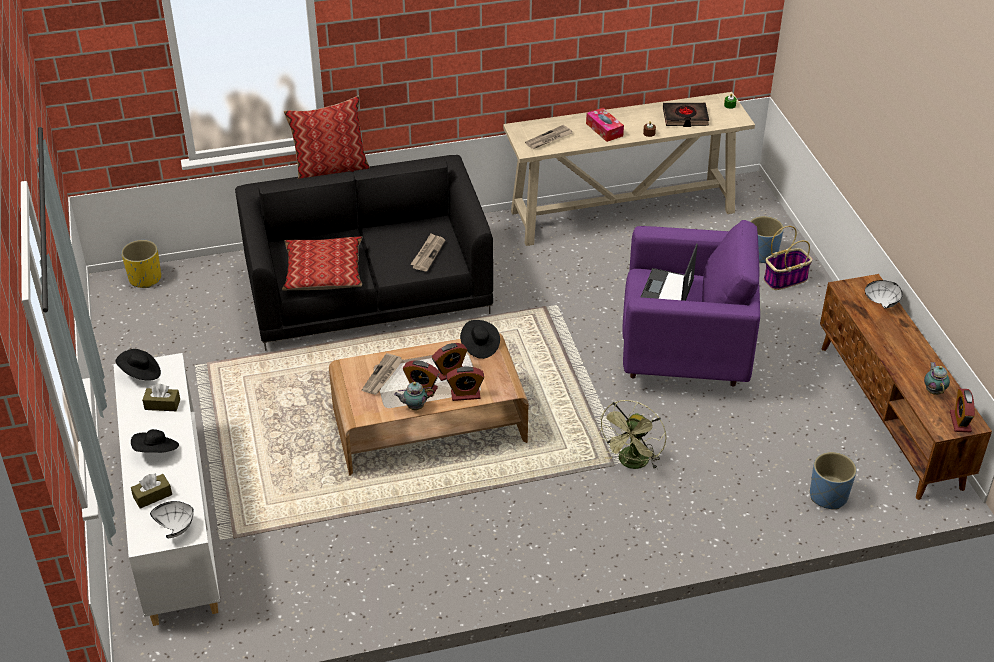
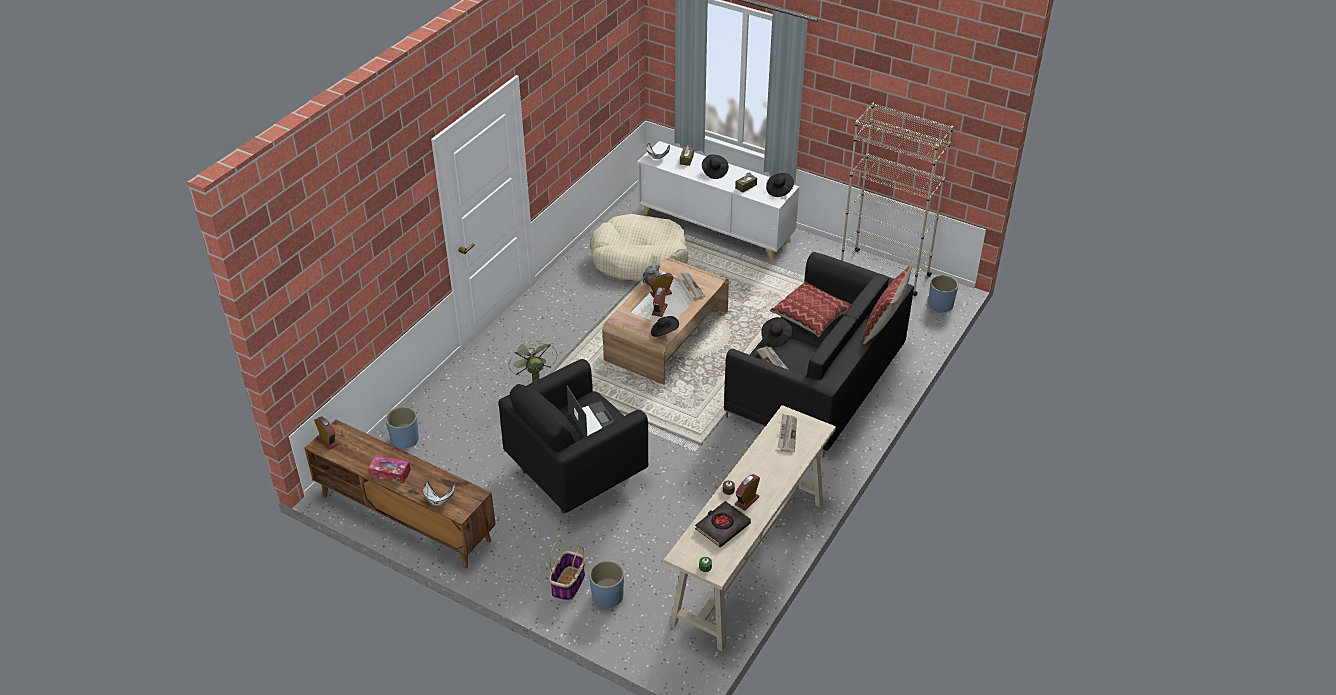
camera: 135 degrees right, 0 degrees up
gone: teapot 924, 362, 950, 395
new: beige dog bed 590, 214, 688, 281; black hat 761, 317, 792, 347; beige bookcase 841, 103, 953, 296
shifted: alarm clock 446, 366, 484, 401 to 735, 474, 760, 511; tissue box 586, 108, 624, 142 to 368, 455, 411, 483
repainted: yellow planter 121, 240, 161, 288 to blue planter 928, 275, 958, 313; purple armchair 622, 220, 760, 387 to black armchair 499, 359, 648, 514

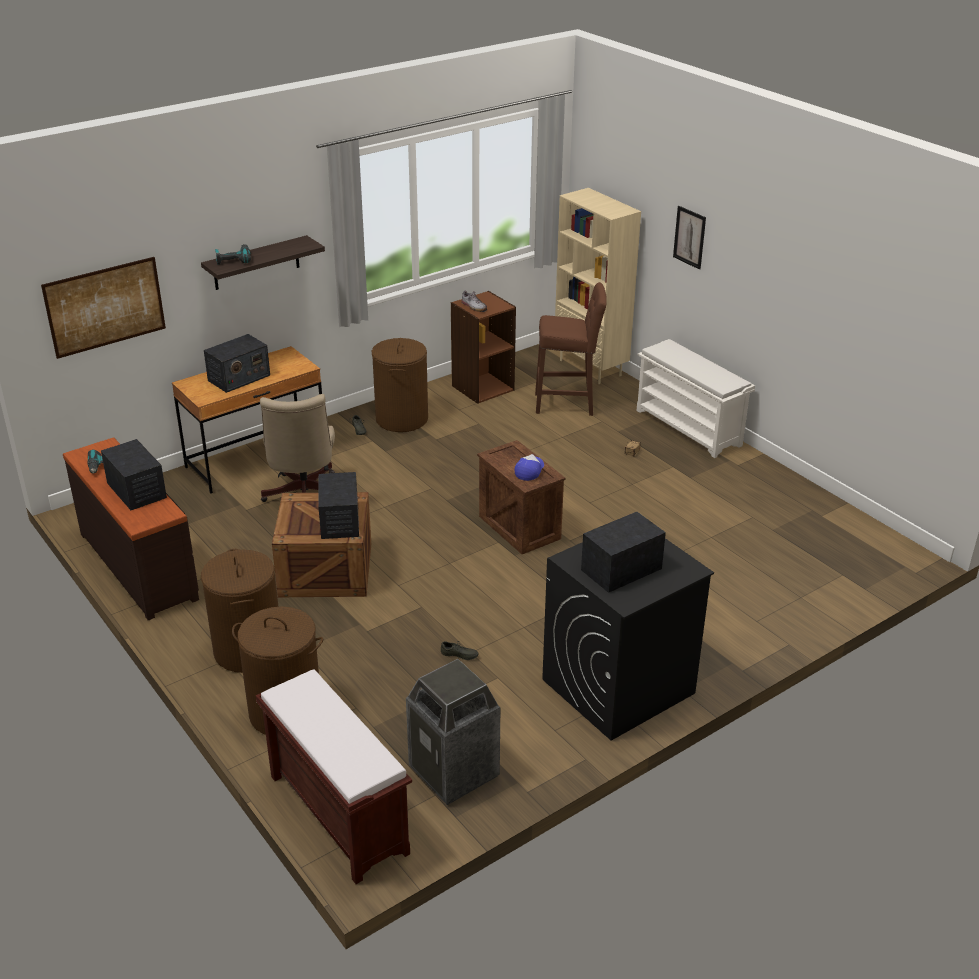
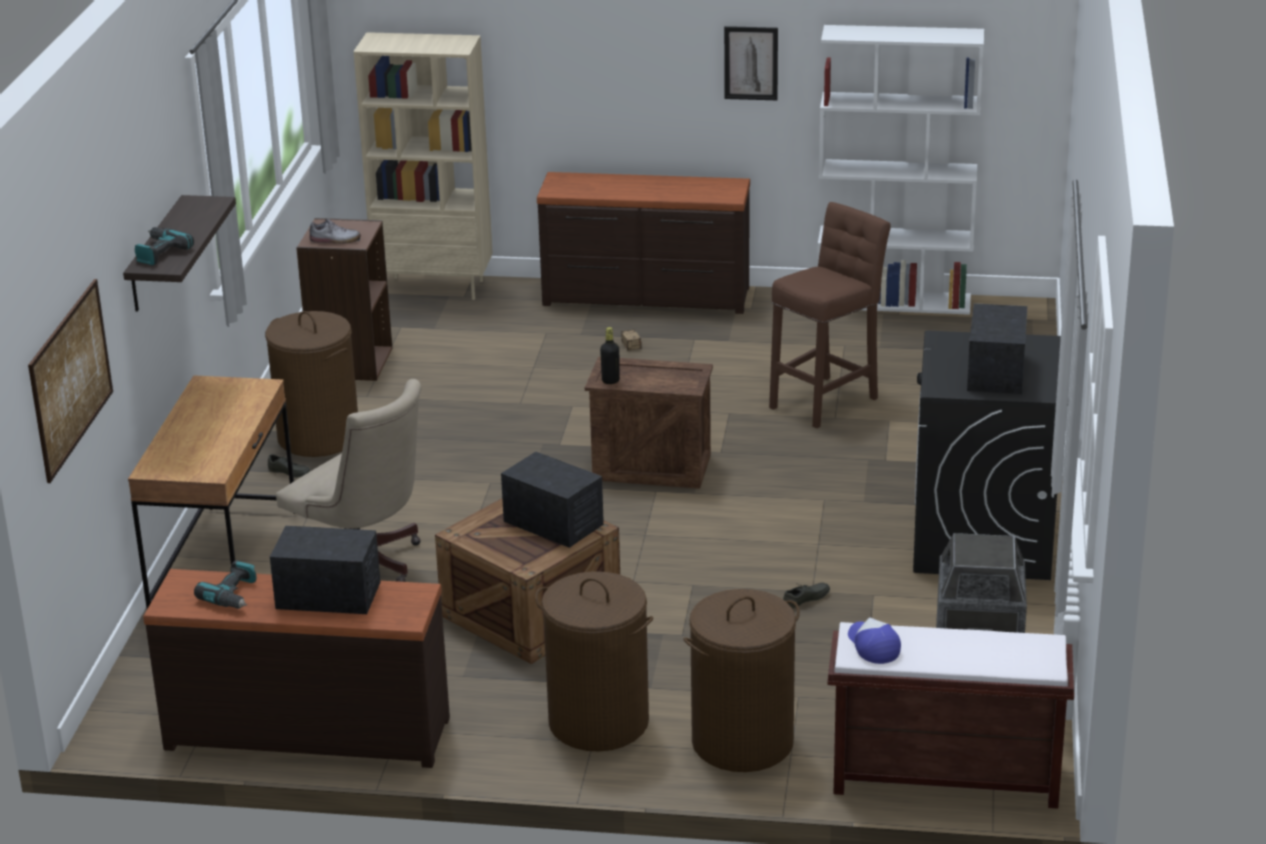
camera: 45 degrees left, 5 degrees down
gone: radio 204, 334, 270, 393
new: black bottle 600, 327, 620, 384; white bookcase 818, 25, 984, 315
shifted: cap 515, 454, 544, 481 to 848, 618, 901, 664; brown stool 535, 282, 607, 416 to 769, 202, 891, 428; picture 673, 206, 706, 269 to 724, 26, 778, 100
swapped: white shoe rack 637, 339, 755, 458 to brown dresser 537, 172, 750, 314

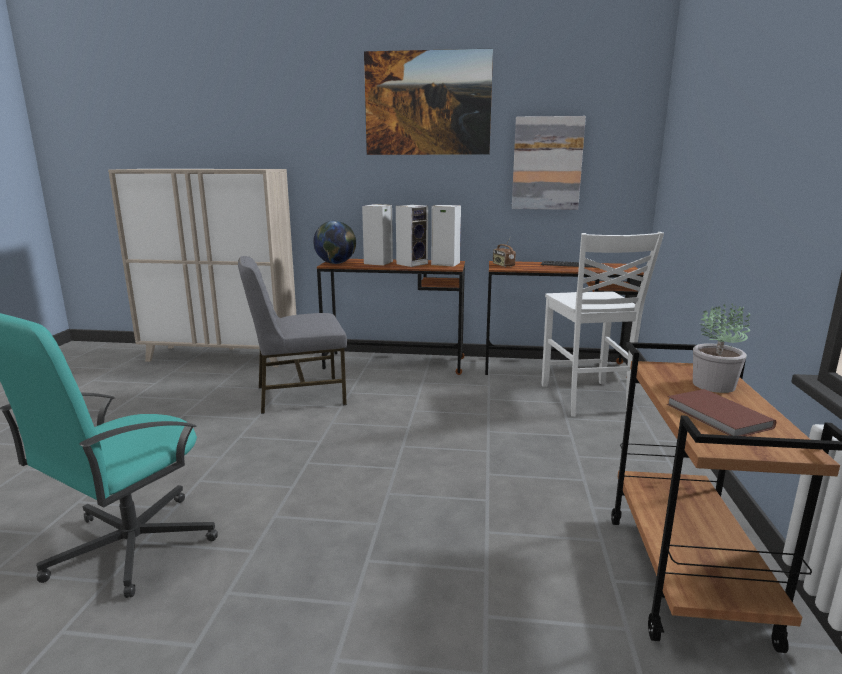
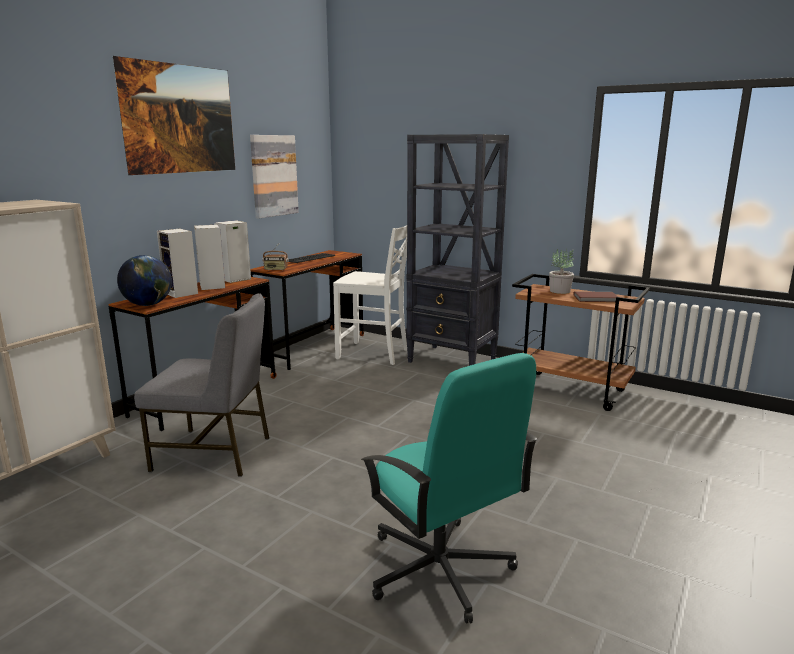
camera: 65 degrees left, 0 degrees up
new: black bookcase 406, 134, 509, 366
rotated: grey chair 238, 256, 347, 414 = 134, 293, 269, 477 90 degrees counterclockwise

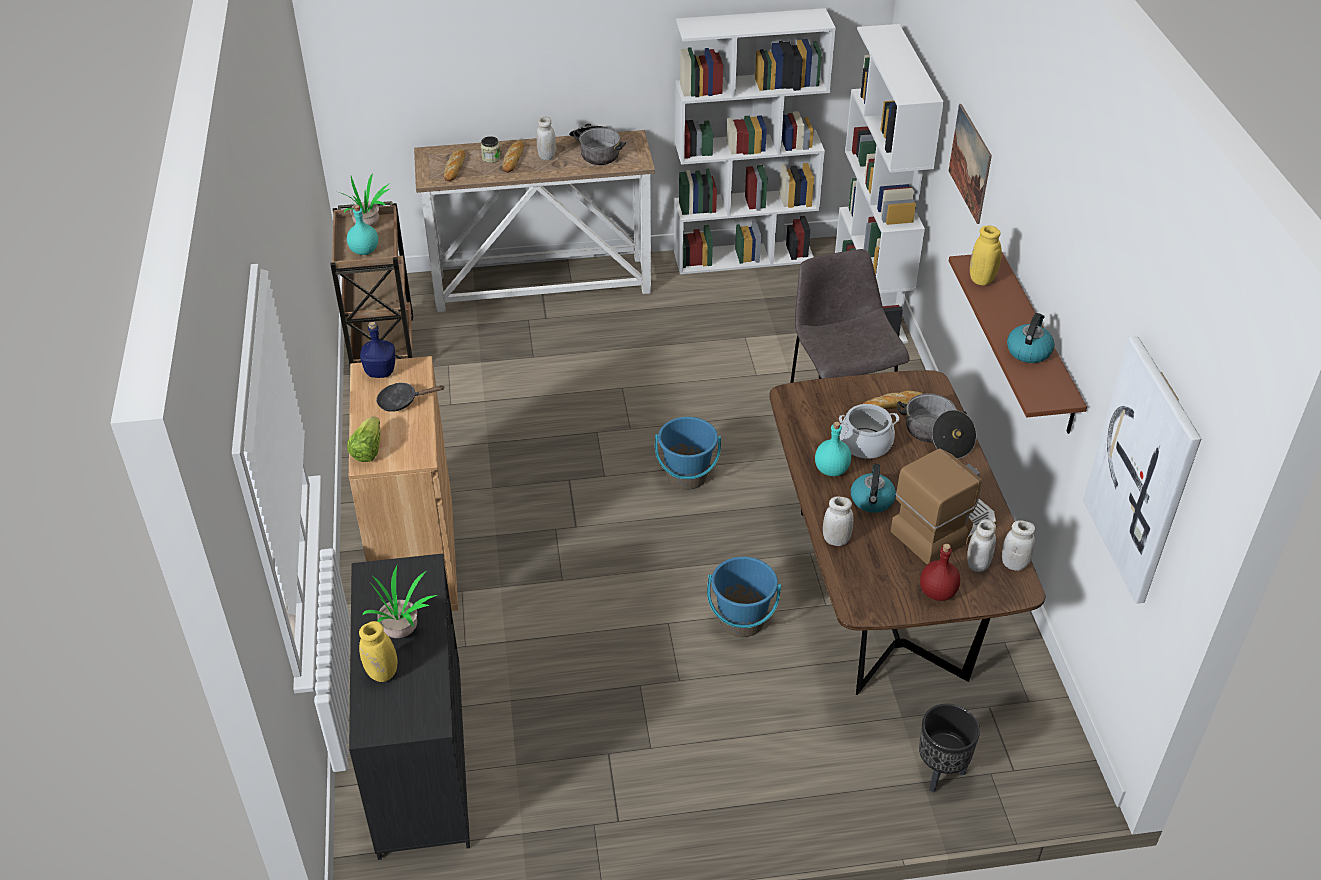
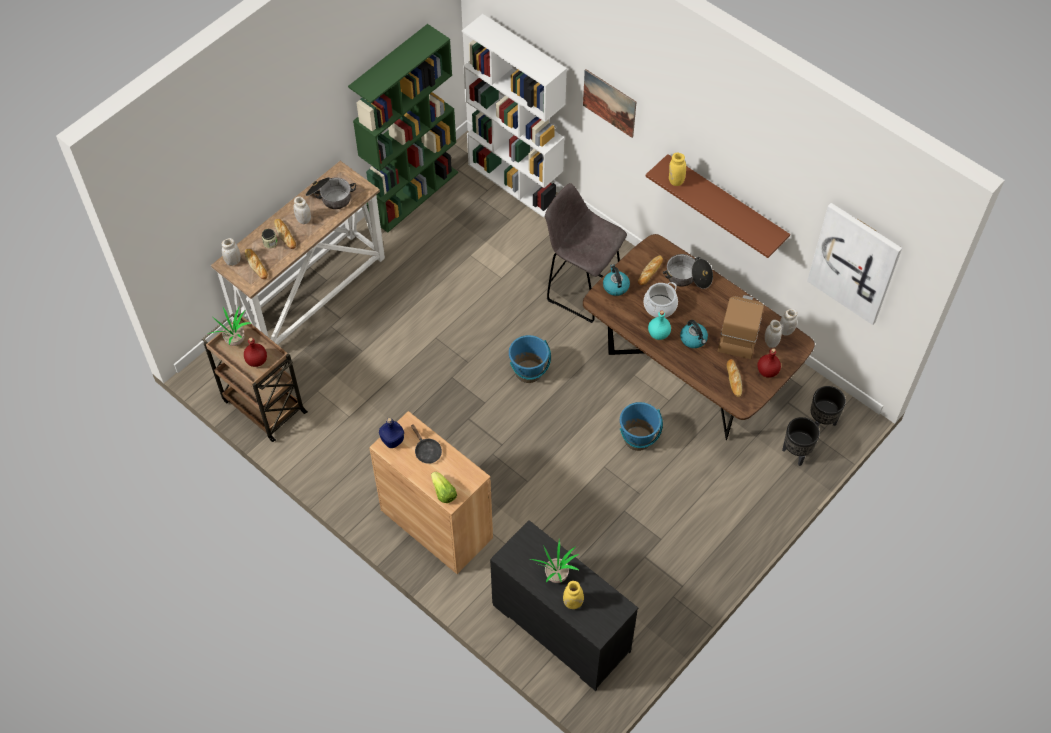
camera: 40 degrees left, 15 degrees up
new: bread 727, 359, 742, 397; black planter 811, 386, 846, 427
shifted: white jar 823, 496, 854, 546 to 222, 238, 241, 266; kettle 1007, 313, 1055, 363 to 603, 264, 630, 296
repainted: turquoise bottle 347, 205, 378, 255 to red bottle 244, 338, 267, 367; white bookcase 674, 8, 836, 274 to green bookcase 348, 24, 458, 233
rotated: black frying pan 376, 383, 444, 412 = 411, 424, 442, 464 75 degrees counterclockwise

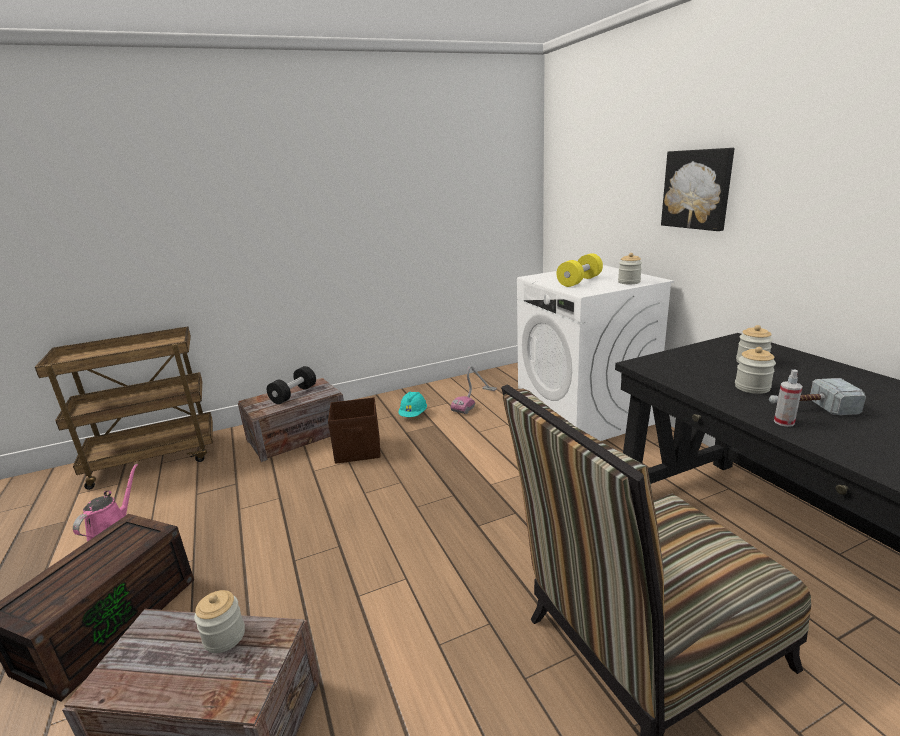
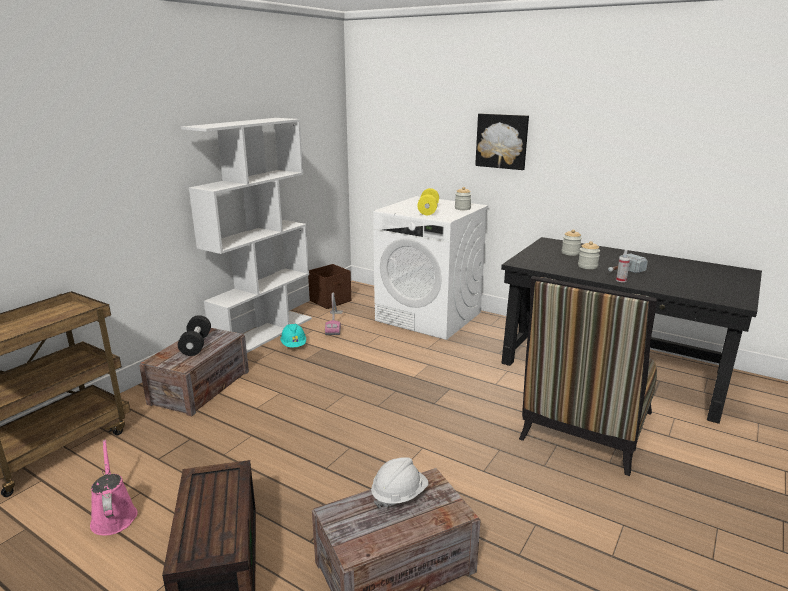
camera: 35 degrees left, 0 degrees up
new: white bookcase 181, 118, 312, 353
shifted: brown storage box 328, 397, 381, 464 to 308, 264, 351, 309
swapped: jar 194, 590, 245, 653 to white hard hat 371, 457, 429, 509

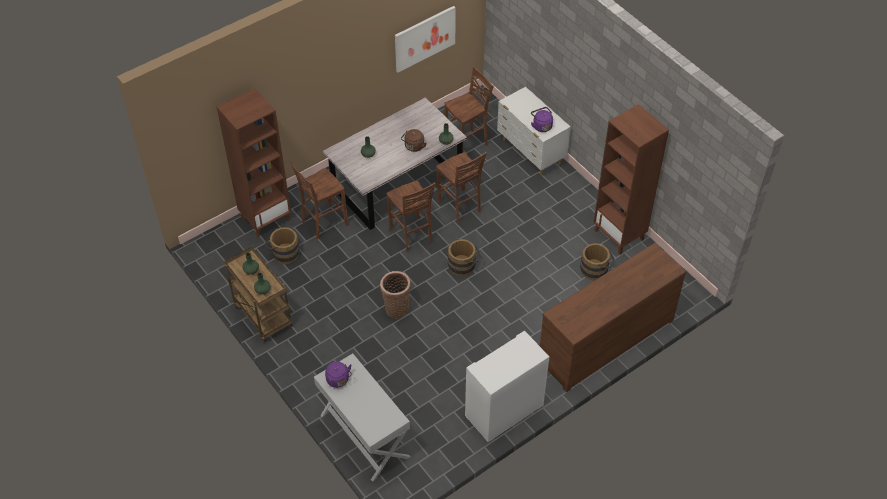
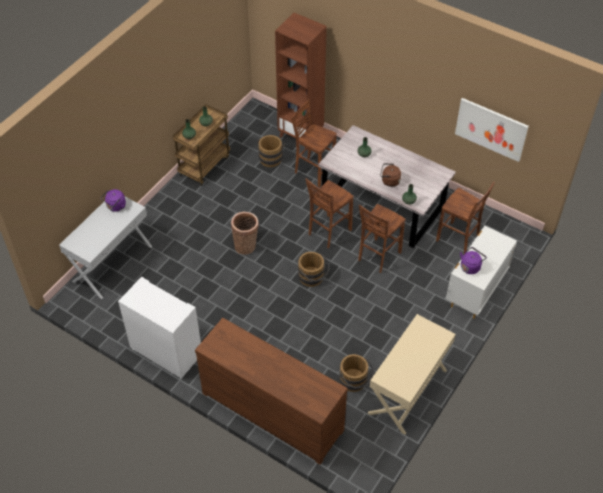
camera: 70 degrees right, 0 degrees up
swapped: brown bookcase 593, 104, 669, 255 to beige console table 367, 314, 456, 435

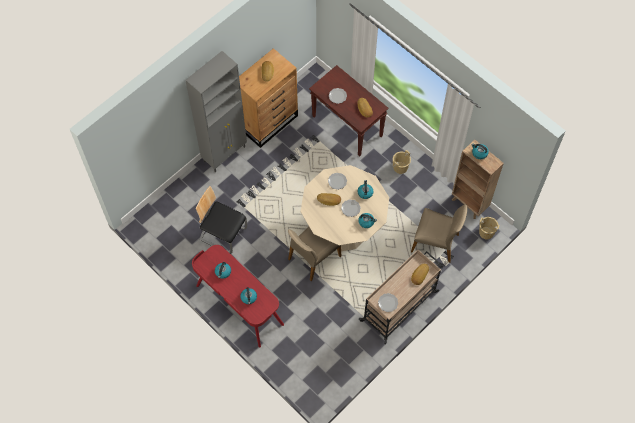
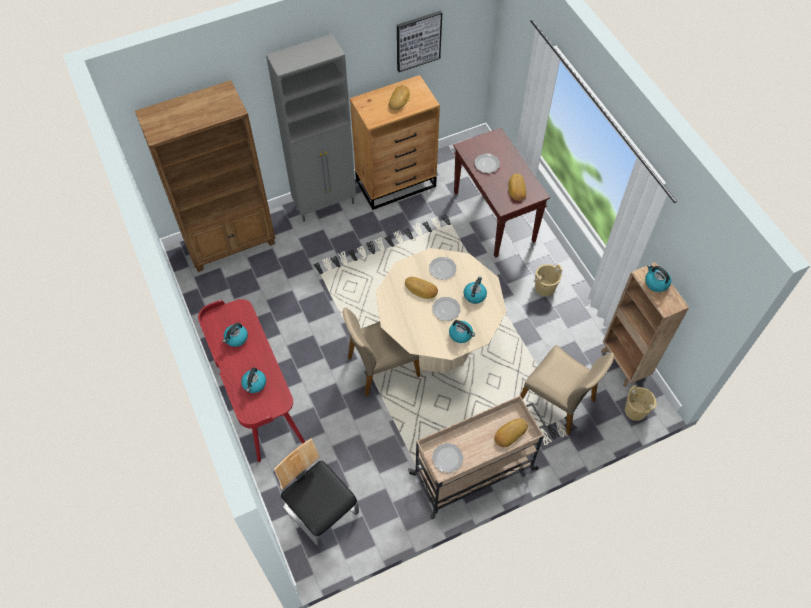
camera: 20 degrees right, 5 degrees down
new: brown bookcase 135, 80, 276, 272; picture 397, 11, 442, 72
shifted: chair 196, 186, 247, 254 to 274, 439, 359, 548

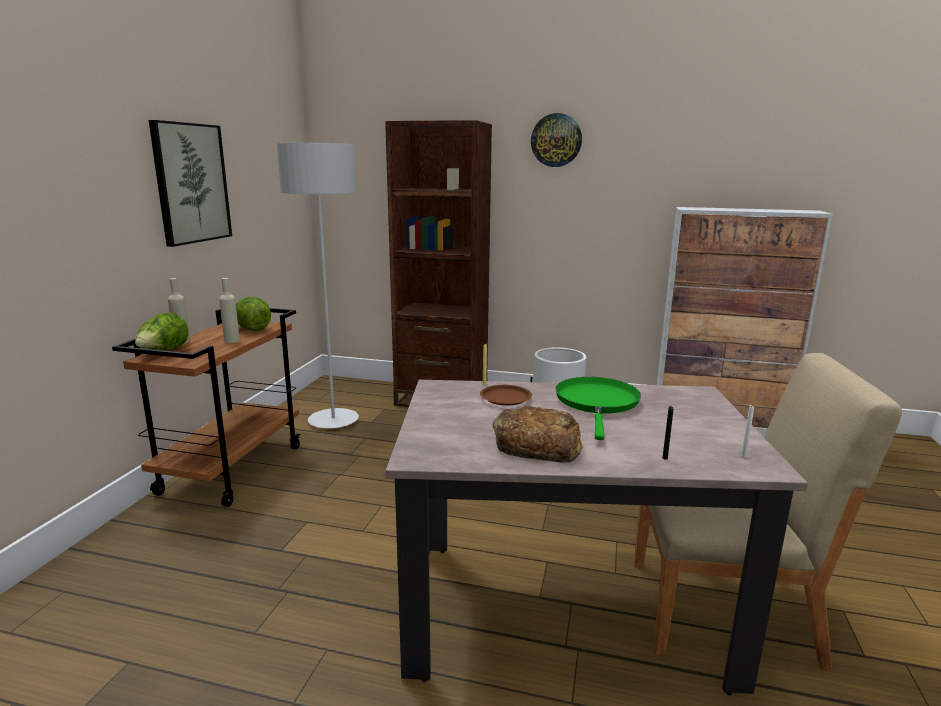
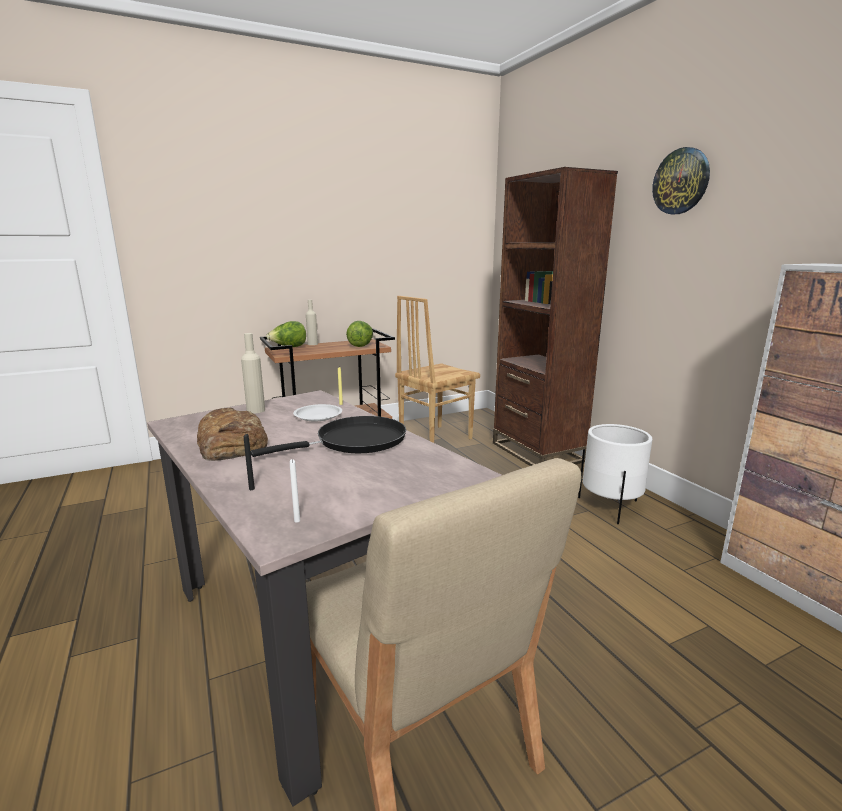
camera: 50 degrees right, 0 degrees up
gone: picture 149, 120, 232, 247
shifted: beige bottle 219, 278, 240, 343 to 241, 333, 265, 414
swapped: grey floor lamp 277, 143, 359, 429 to brown chair 395, 296, 480, 443
repainted: brown plate 480, 385, 532, 406 to white plate 293, 404, 342, 421; green frying pan 556, 377, 641, 440 to black frying pan 251, 416, 406, 457

